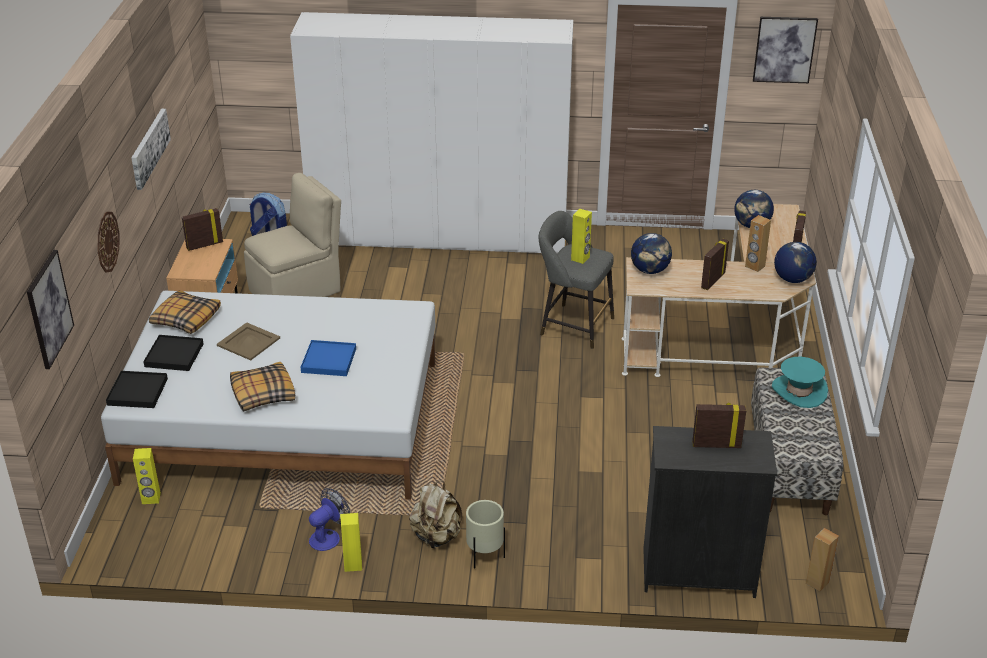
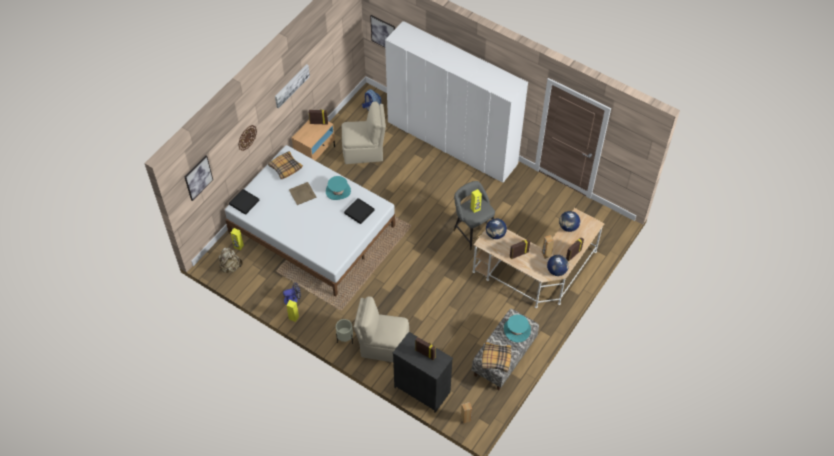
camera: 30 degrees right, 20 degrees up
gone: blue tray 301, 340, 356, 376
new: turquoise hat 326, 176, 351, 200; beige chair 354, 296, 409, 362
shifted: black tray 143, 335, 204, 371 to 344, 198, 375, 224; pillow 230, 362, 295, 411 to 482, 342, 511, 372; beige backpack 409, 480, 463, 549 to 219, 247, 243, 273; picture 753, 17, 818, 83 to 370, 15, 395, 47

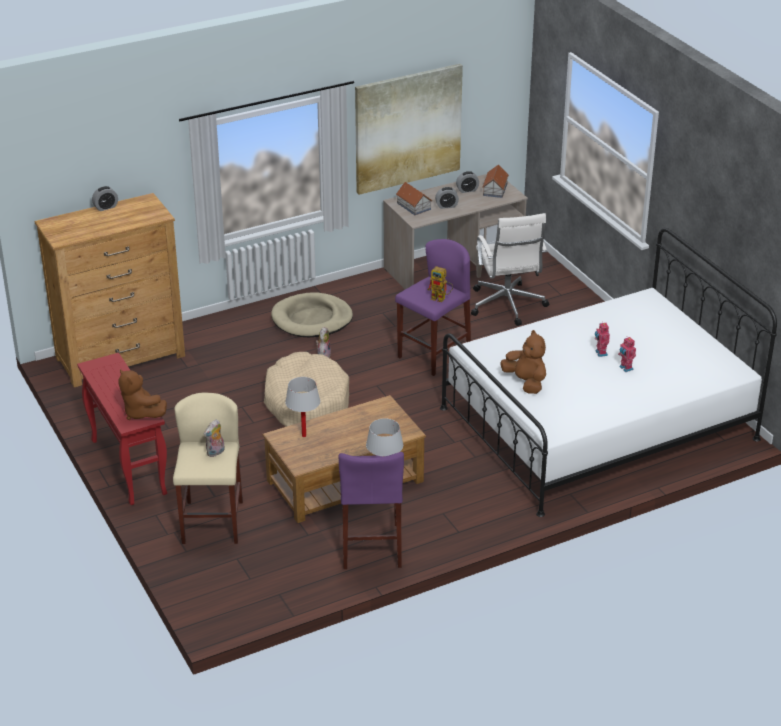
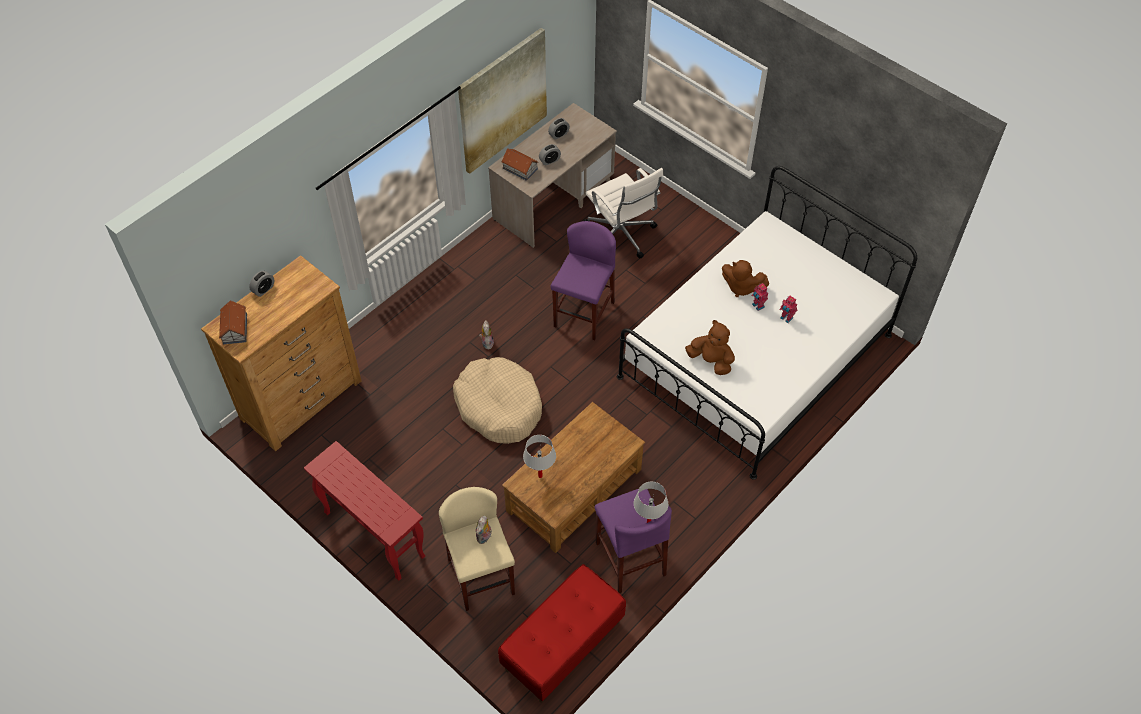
camera: 20 degrees left, 20 degrees up
gone: beige dog bed 271, 293, 353, 337; toy robot 428, 266, 453, 302
new: red bench 498, 564, 626, 703
shifted: brown plush toy 118, 369, 167, 420 to 722, 260, 769, 297; toy house 482, 164, 509, 198 to 219, 300, 247, 344

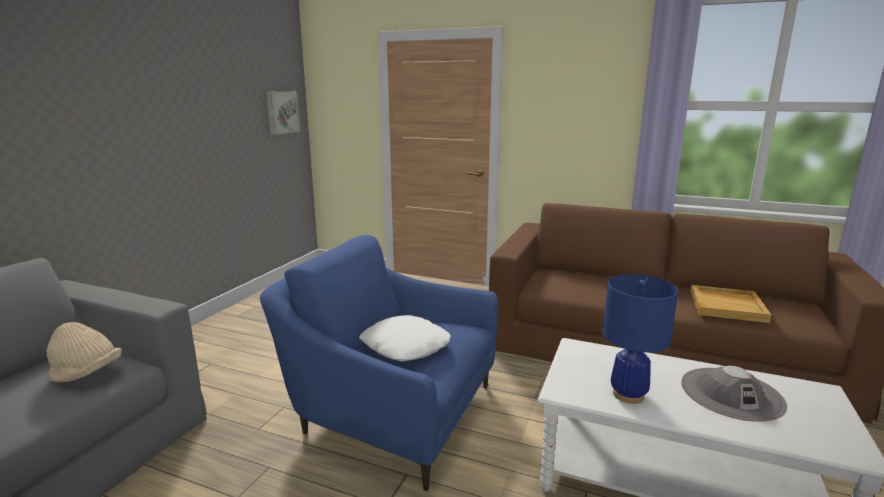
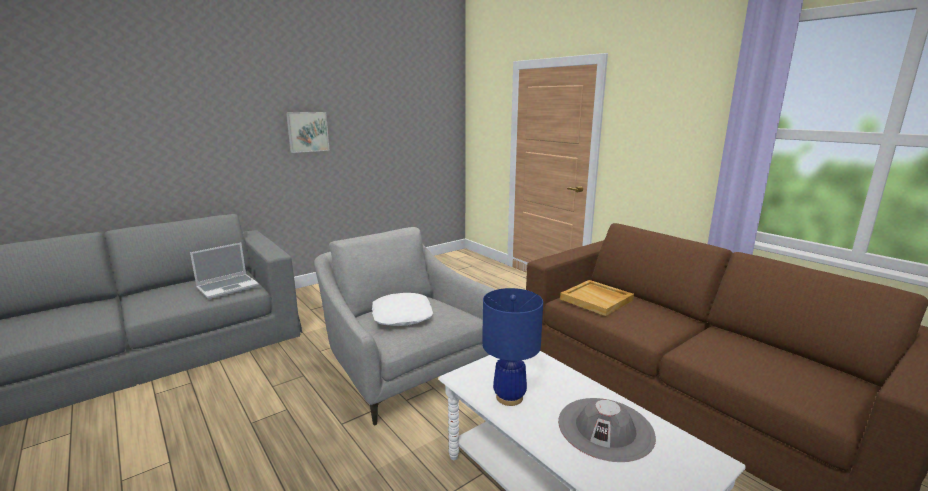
camera: 30 degrees right, 0 degrees up
shifted: picture 266, 91, 300, 135 to 286, 112, 329, 153; beige tray 690, 285, 771, 323 to 560, 280, 634, 316
swapped: beige hat 47, 322, 122, 382 to laptop 190, 243, 259, 299
repainted: blue armchair 260, 235, 498, 491 to grey armchair 314, 227, 496, 426

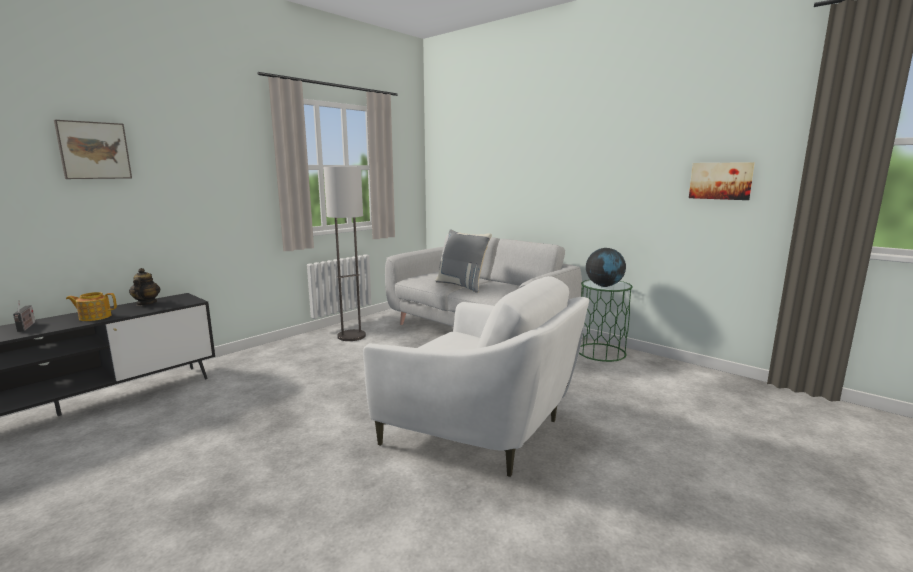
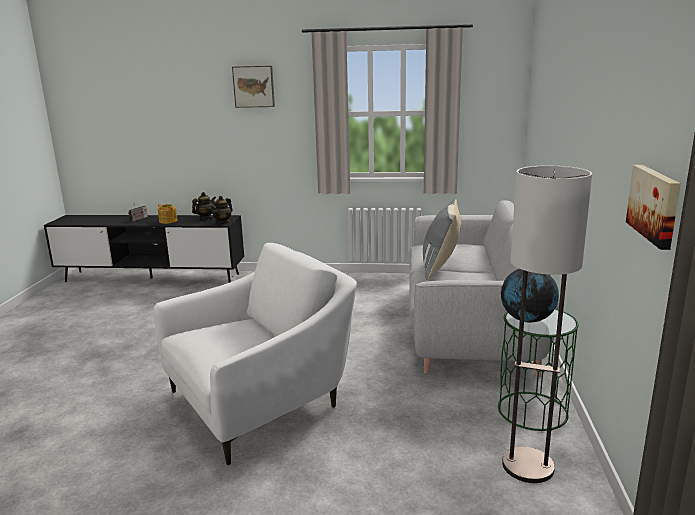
camera: 55 degrees right, 5 degrees up
new: teapot 211, 196, 233, 224
shifted: picture 54, 120, 132, 179 to 232, 66, 275, 108; floor lamp 323, 167, 366, 341 to 502, 166, 592, 483
rotated: white armchair 363, 276, 589, 477 = 153, 243, 357, 465 120 degrees counterclockwise

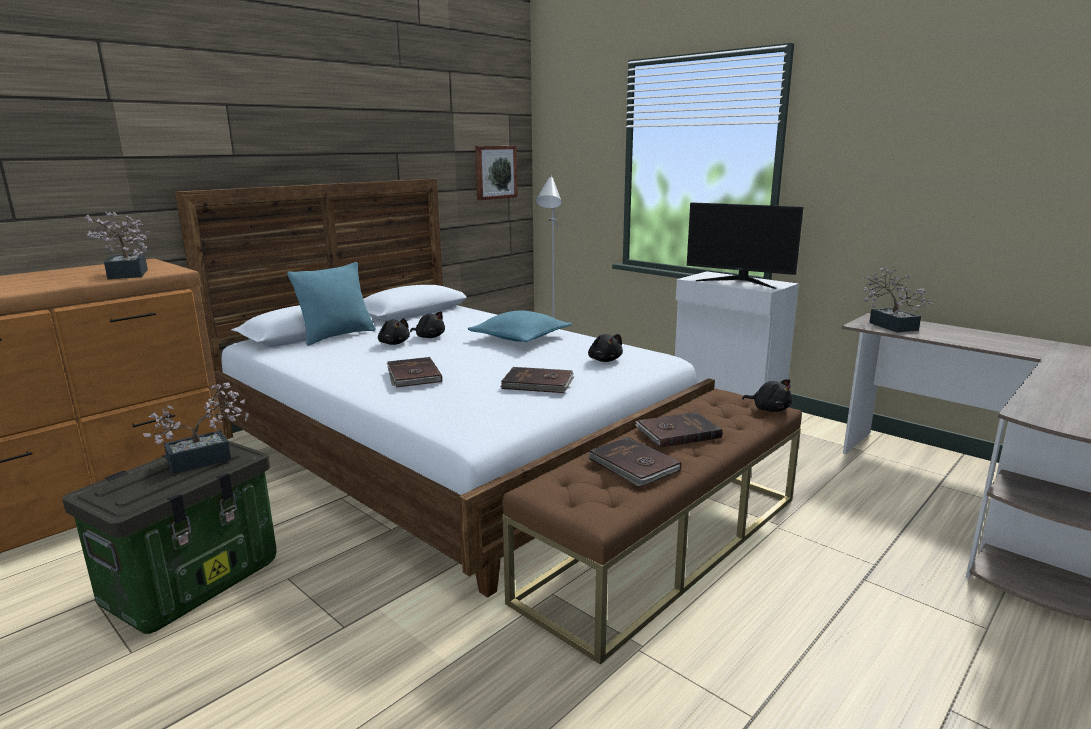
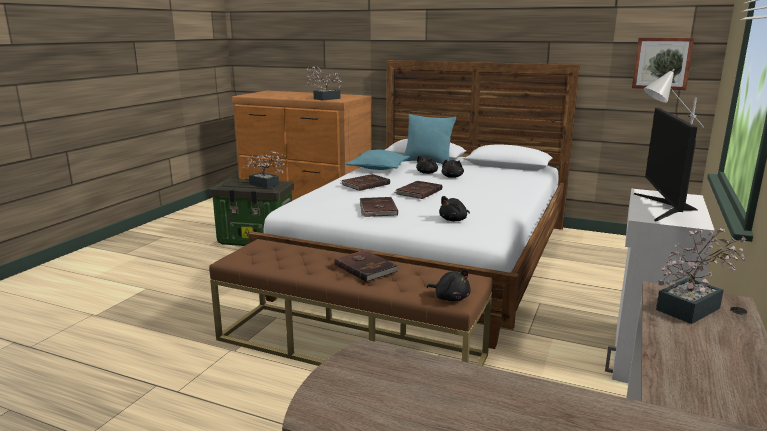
camera: 70 degrees right, 0 degrees up
shifted: turquoise pillow 468, 311, 572, 342 to 346, 150, 410, 170; brown book 588, 437, 681, 487 to 394, 181, 442, 199
rotated: black plush toy 742, 379, 792, 412 = 427, 270, 471, 302 75 degrees counterclockwise

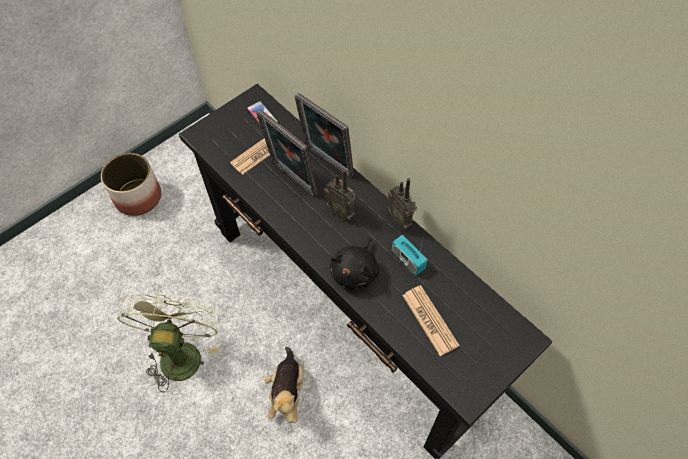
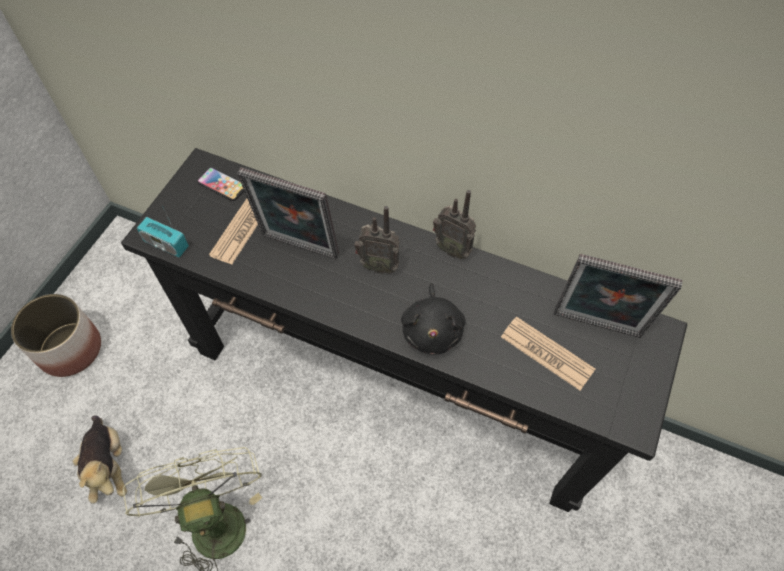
camera: 25 degrees left, 0 degrees up
shifted: plush toy 265, 347, 304, 423 to 73, 416, 127, 504; picture frame 294, 93, 354, 178 to 554, 254, 683, 338; radio 392, 234, 427, 275 to 137, 199, 189, 258

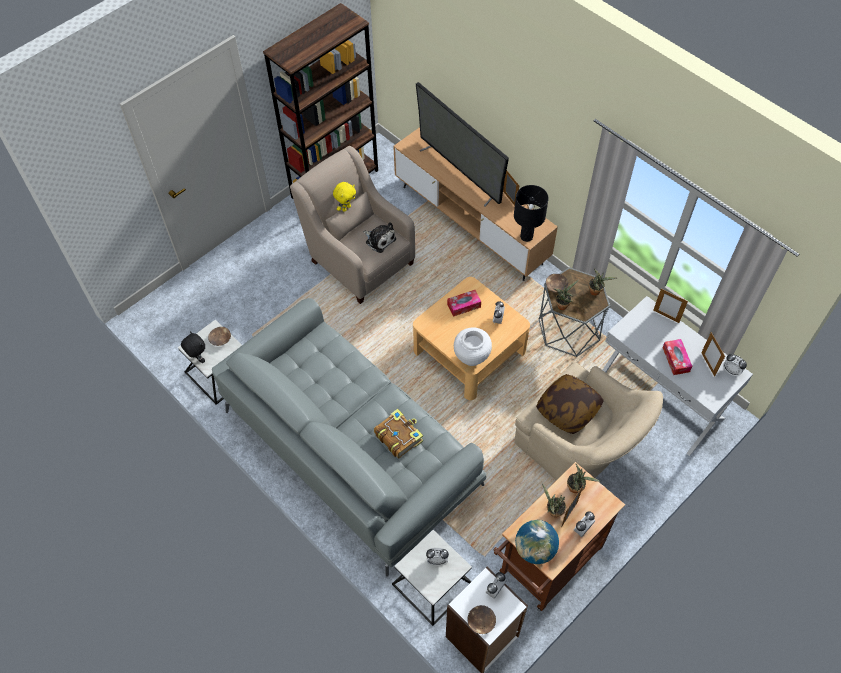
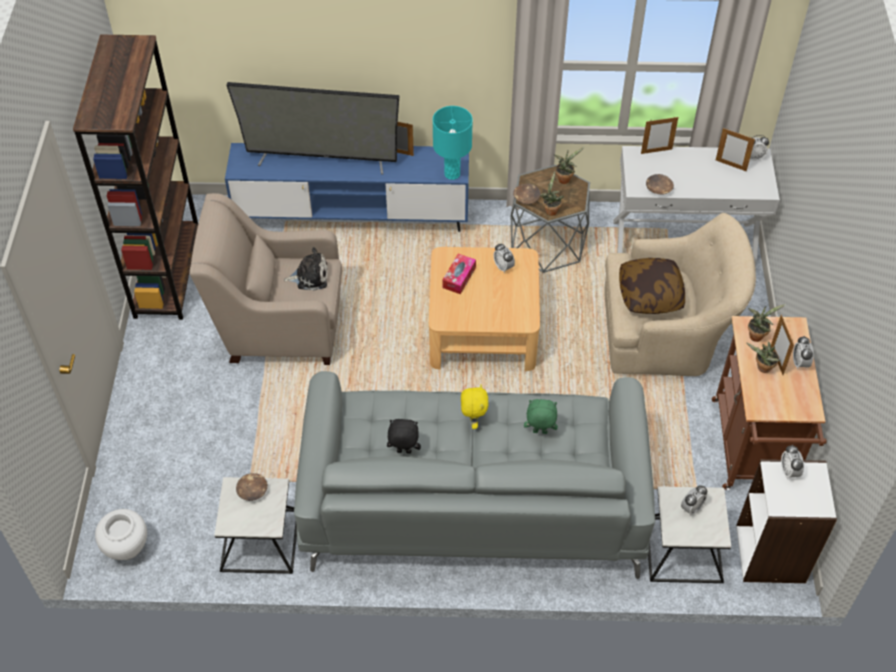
camera: 45 degrees left, 5 degrees down
gone: globe 515, 520, 559, 564; tissue box 663, 339, 693, 375
shifted: black plush toy 181, 331, 205, 363 to 387, 419, 421, 454; yellow plush toy 333, 182, 356, 212 to 461, 385, 489, 429; white vase 454, 327, 492, 366 to 95, 509, 147, 560; brown bowl 467, 605, 496, 634 to 646, 174, 674, 194
swapped: book 374, 409, 423, 459 to green plush toy 524, 399, 558, 434
repainted: brown tv stand 393, 127, 558, 281 to blue tv stand 225, 143, 469, 232; black table lamp 514, 185, 549, 242 to turquoise table lamp 433, 106, 473, 180

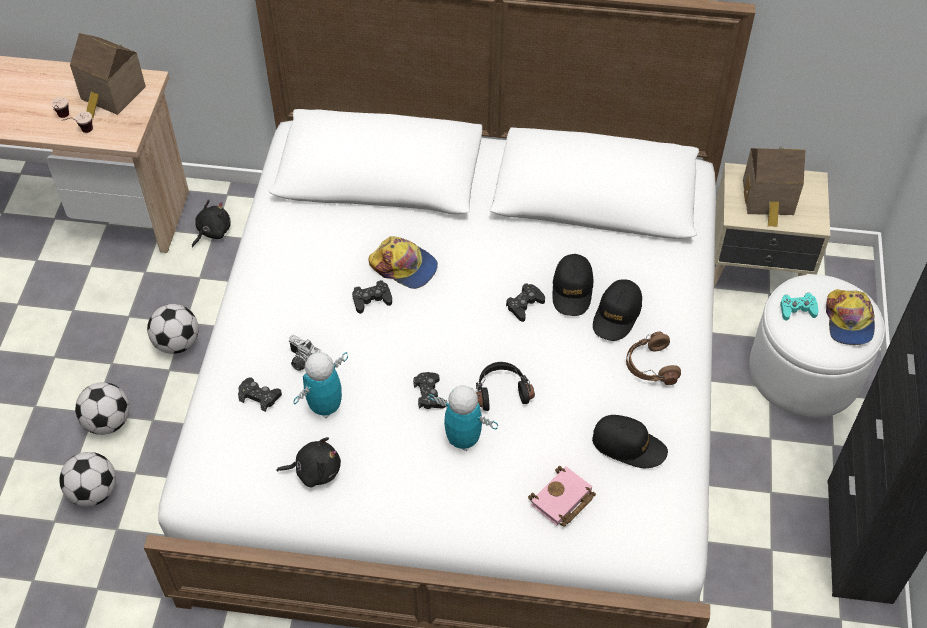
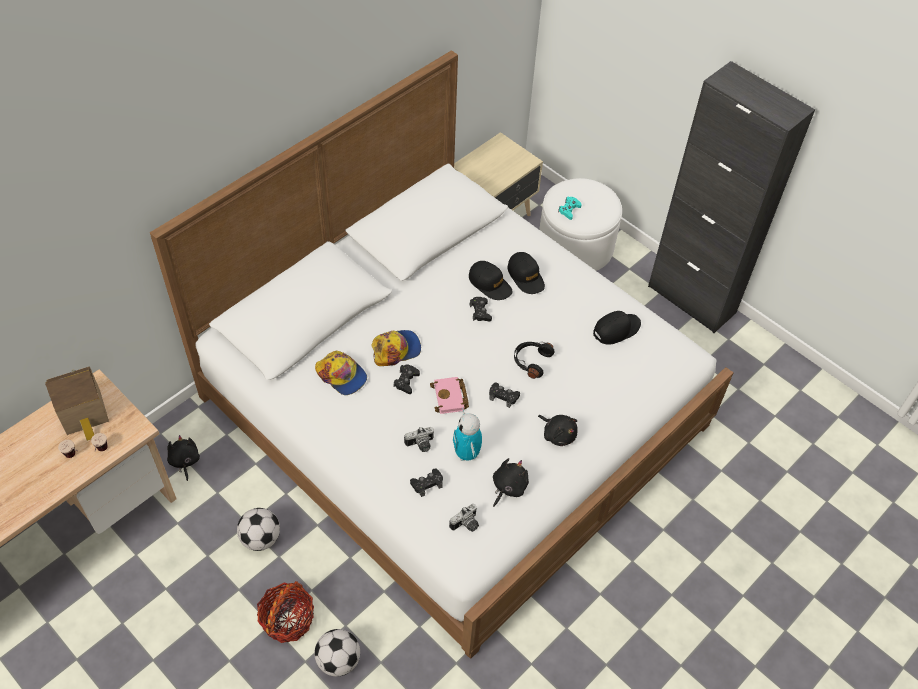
camera: 55 degrees left, 0 degrees up
gone: toy robot 429, 385, 498, 451; brown headphones 626, 332, 681, 385; toy house 743, 146, 806, 227
new: photo camera 449, 503, 479, 532; black plush toy 538, 415, 578, 446
shifted: pink book 528, 466, 596, 527 to 430, 377, 469, 414; cap 826, 289, 875, 345 to 315, 351, 367, 395
swapped: football 75, 382, 130, 435 to basket 257, 581, 314, 643

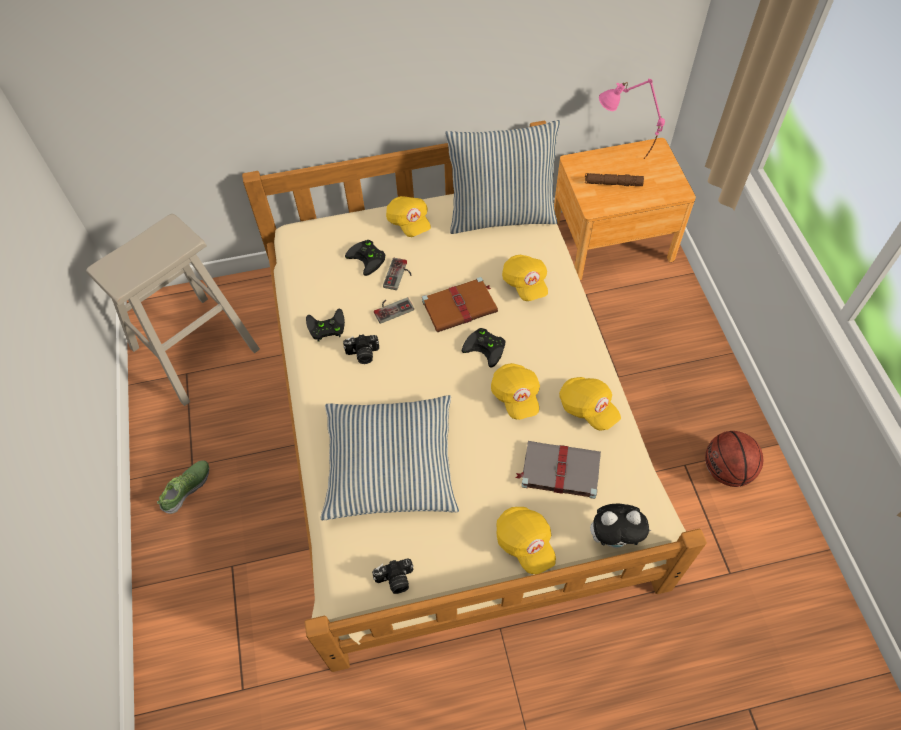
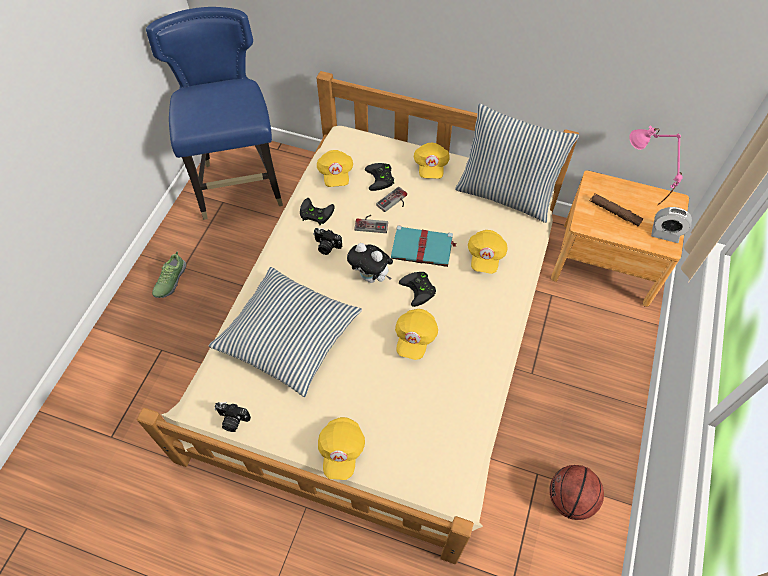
camera: 30 degrees right, 0 degrees up
gone: grey book 516, 441, 601, 499
new: alarm clock 651, 207, 692, 243
shifted: yellow cap 559, 377, 621, 431 to 317, 150, 353, 187; plush toy 590, 504, 651, 548 to 347, 243, 393, 283
swapped: beige stool 86, 214, 260, 406 to blue chair 146, 7, 283, 220
repainted: brown book 422, 277, 498, 332 to turquoise book 391, 226, 457, 267
rotated: shoe 157, 460, 209, 514 = 152, 251, 187, 298 135 degrees clockwise

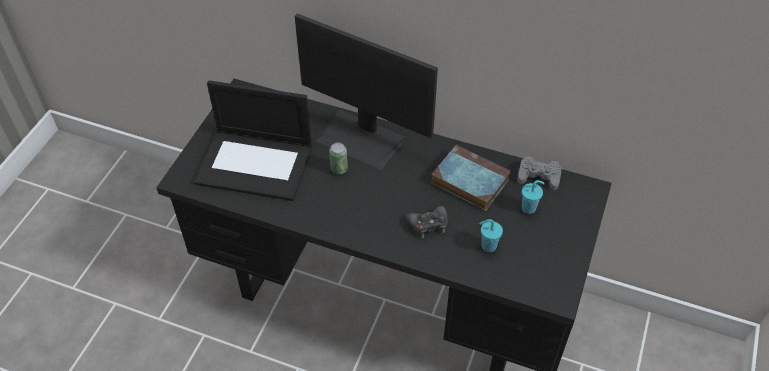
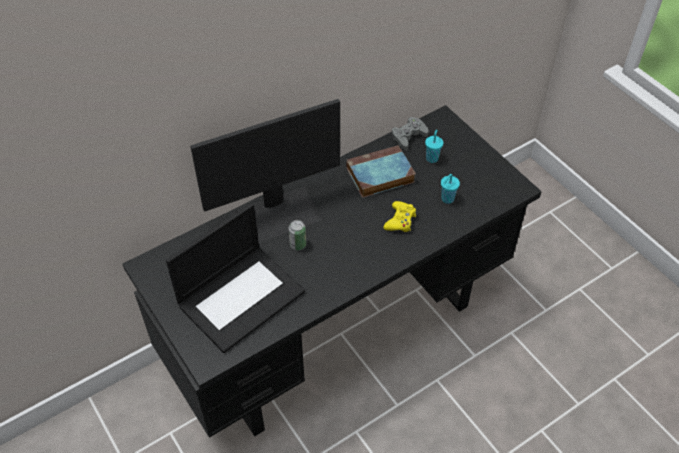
camera: 55 degrees left, 0 degrees up
repainted: black game controller 406, 206, 448, 238 to yellow game controller 383, 201, 416, 232

